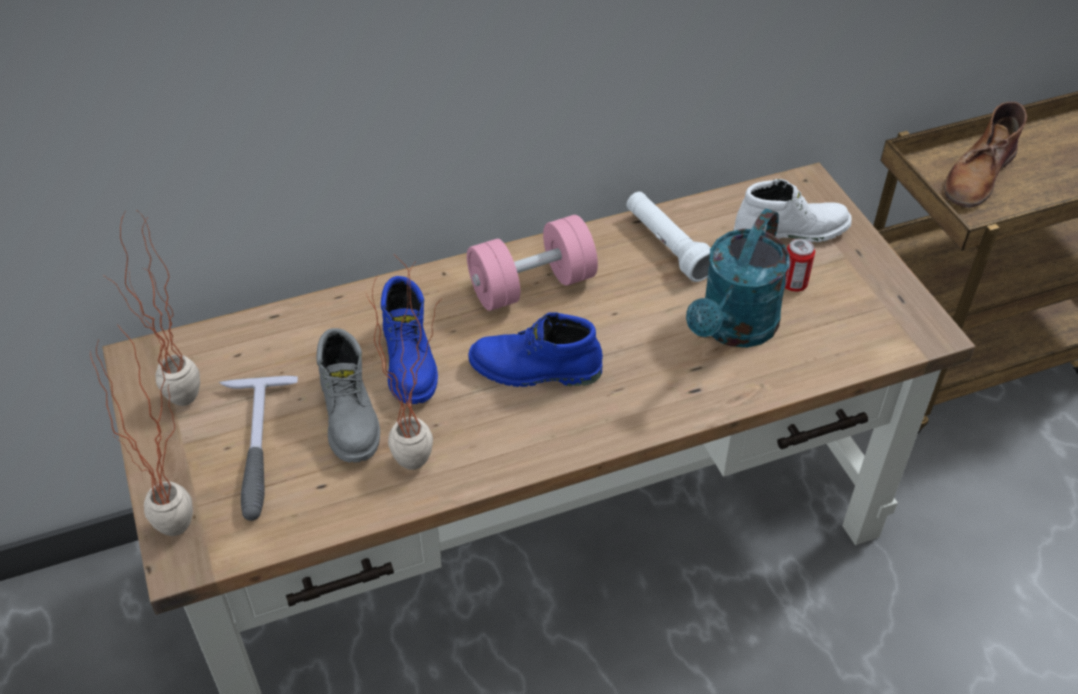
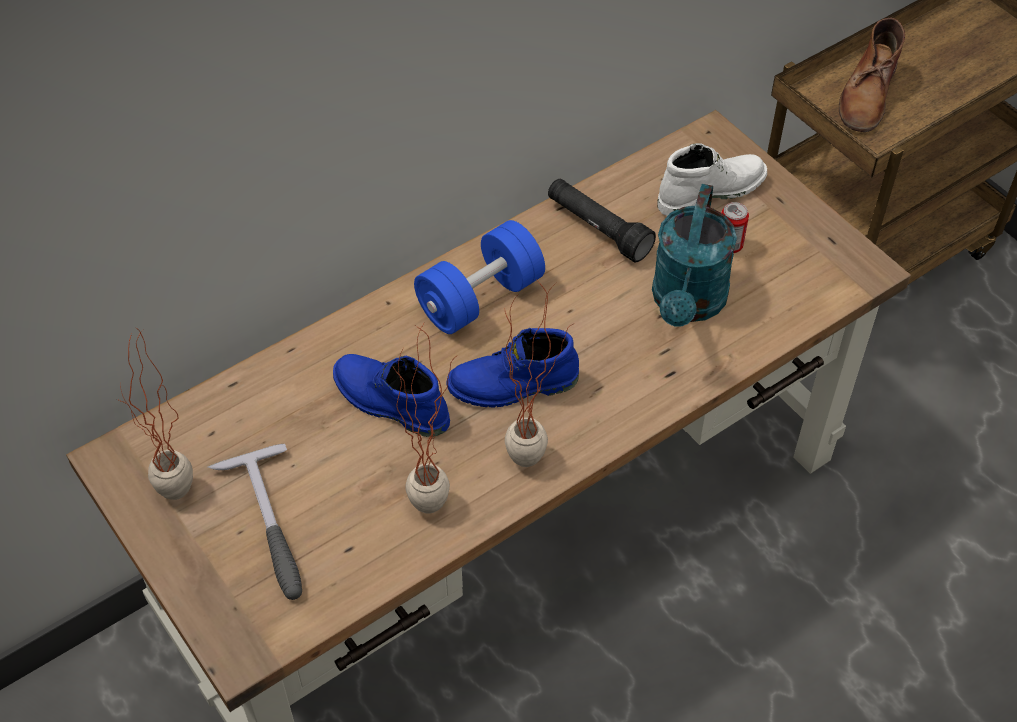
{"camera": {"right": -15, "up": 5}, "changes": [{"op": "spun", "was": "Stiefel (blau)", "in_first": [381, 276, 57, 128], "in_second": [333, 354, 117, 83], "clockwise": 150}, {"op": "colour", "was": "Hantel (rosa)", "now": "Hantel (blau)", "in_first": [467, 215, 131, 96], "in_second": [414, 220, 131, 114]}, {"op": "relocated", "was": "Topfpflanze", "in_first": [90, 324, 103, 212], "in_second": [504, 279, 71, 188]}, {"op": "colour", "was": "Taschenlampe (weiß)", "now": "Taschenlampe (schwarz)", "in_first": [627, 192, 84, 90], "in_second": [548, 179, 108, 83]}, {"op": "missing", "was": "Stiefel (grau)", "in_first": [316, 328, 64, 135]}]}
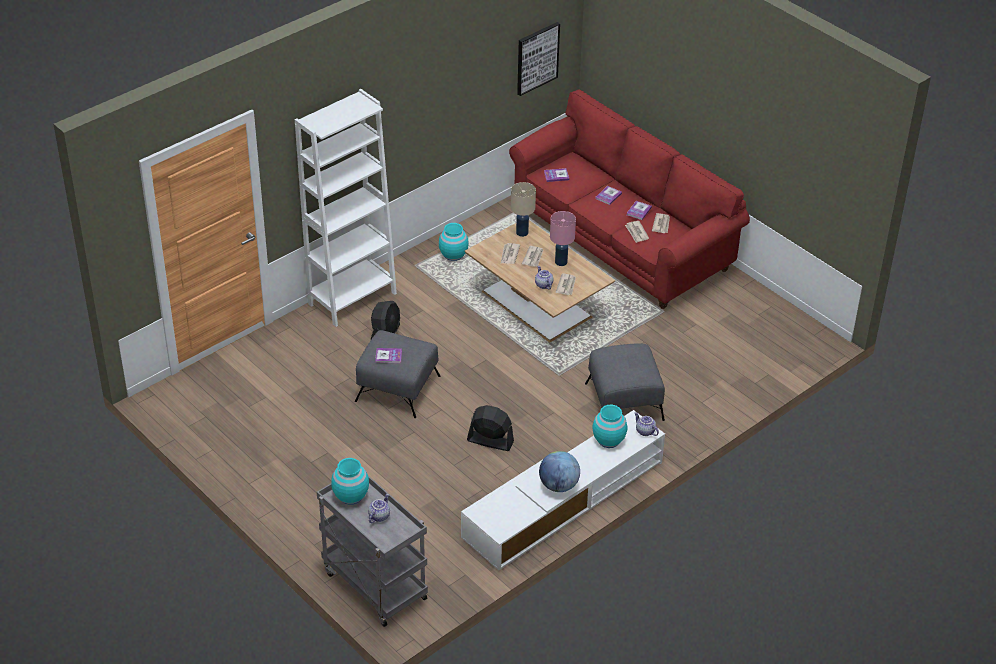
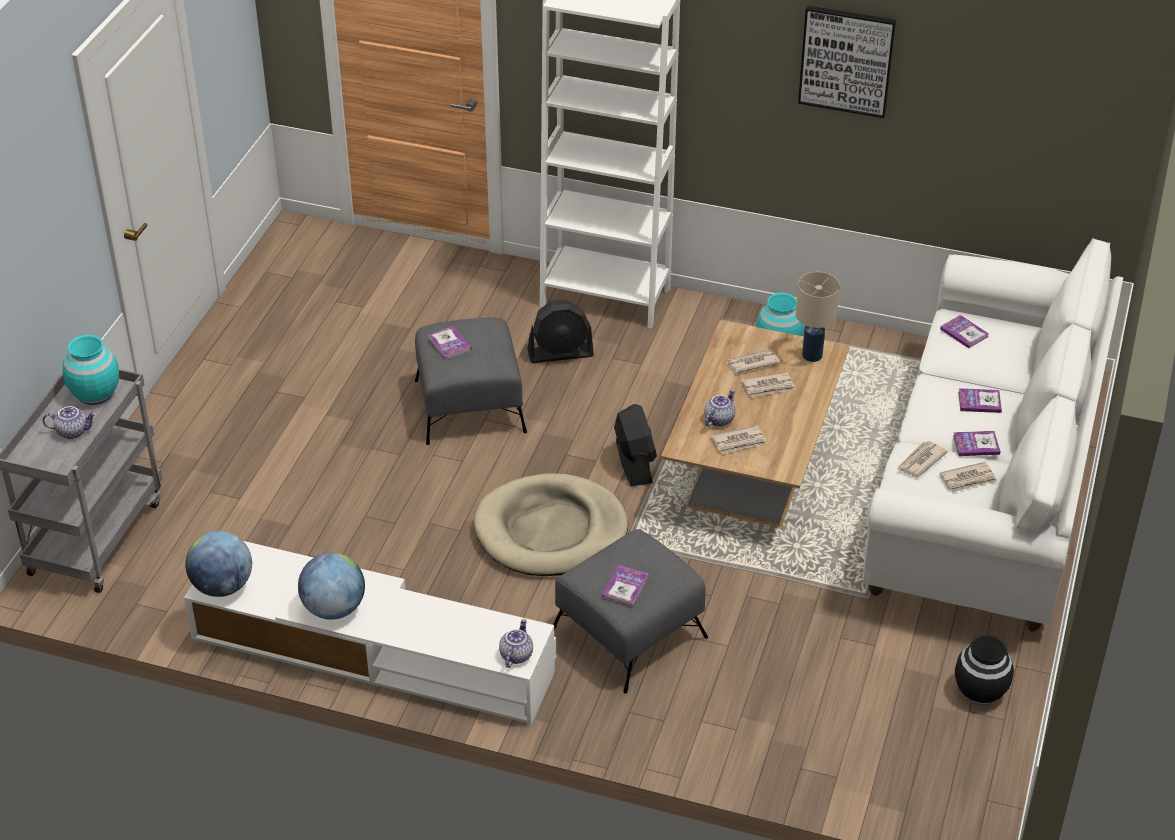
{"camera": {"right": 60, "up": 0}, "changes": [{"op": "appeared", "now": "Globus", "in_second": [185, 531, 67, 66]}, {"op": "appeared", "now": "Hundebett (beige)", "in_second": [474, 473, 154, 103]}, {"op": "appeared", "now": "Buch", "in_second": [602, 565, 46, 41]}, {"op": "relocated", "was": "Ventilator (schwarz)", "in_first": [467, 405, 47, 46], "in_second": [614, 404, 43, 82]}, {"op": "relocated", "was": "Bild", "in_first": [517, 22, 43, 74], "in_second": [798, 6, 98, 112]}, {"op": "colour", "was": "Sofa (rot)", "now": "Sofa (weiß)", "in_first": [509, 90, 241, 219], "in_second": [863, 238, 260, 394]}, {"op": "appeared", "now": "Vase (schwarz)", "in_second": [955, 634, 59, 71]}, {"op": "missing", "was": "Tischlampe (rosa)", "in_first": [550, 211, 26, 55]}, {"op": "missing", "was": "Vase (türkis)", "in_first": [592, 404, 35, 44]}]}
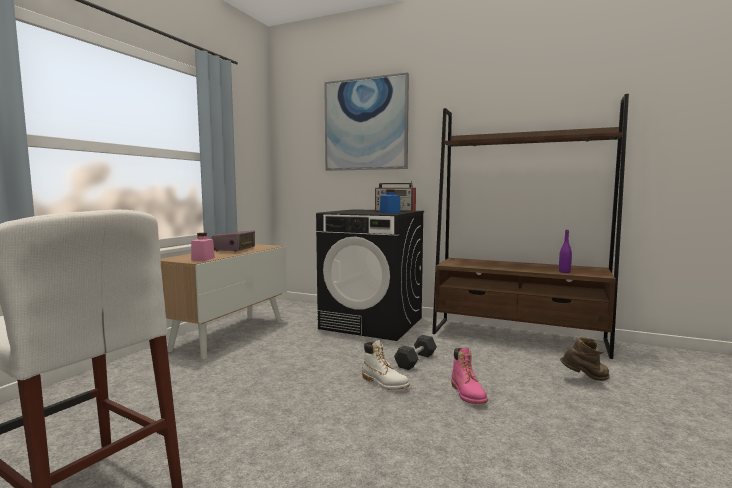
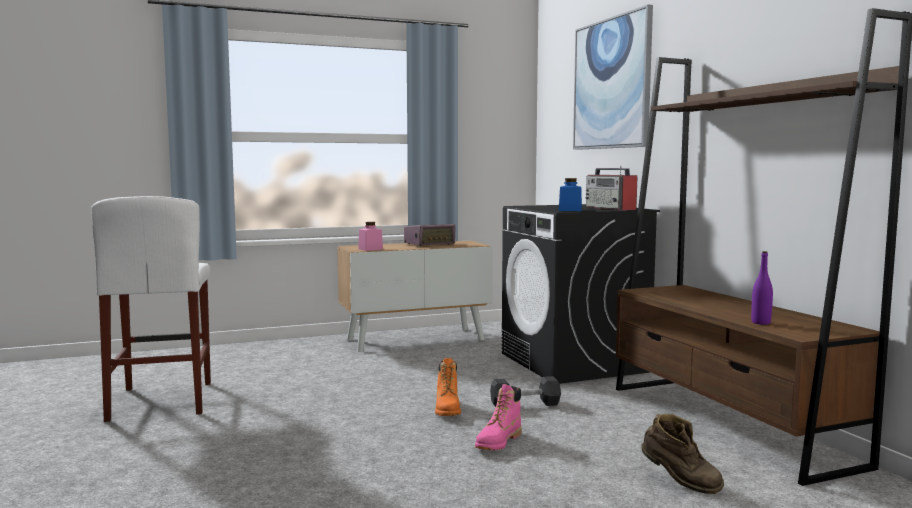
{"camera": {"right": 45, "up": 0}, "changes": [{"op": "colour", "was": "Stiefel (weiß)", "now": "Stiefel (orange)", "in_first": [362, 340, 48, 50], "in_second": [435, 358, 26, 58]}]}
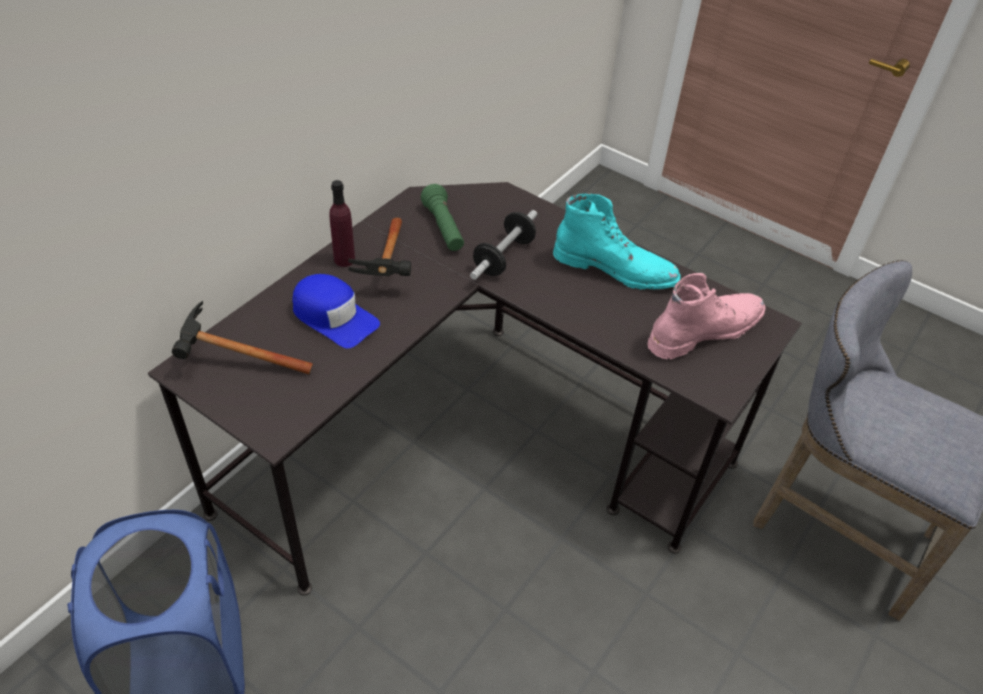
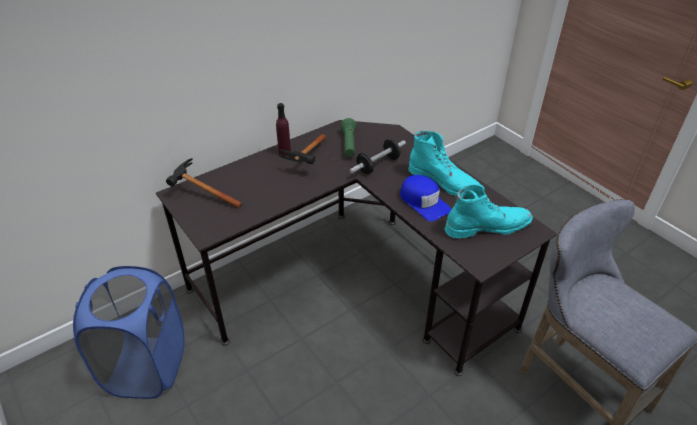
{"camera": {"right": 20, "up": -5}, "changes": [{"op": "relocated", "was": "Kappe (blau)", "in_first": [292, 274, 88, 74], "in_second": [400, 175, 52, 46]}, {"op": "colour", "was": "Stiefel (rosa)", "now": "Stiefel (türkis)", "in_first": [647, 273, 118, 86], "in_second": [444, 184, 89, 54]}]}
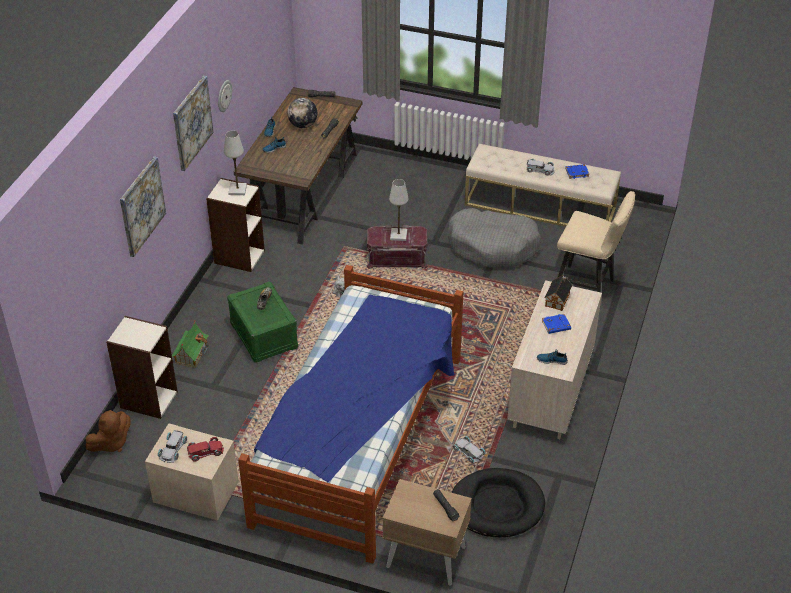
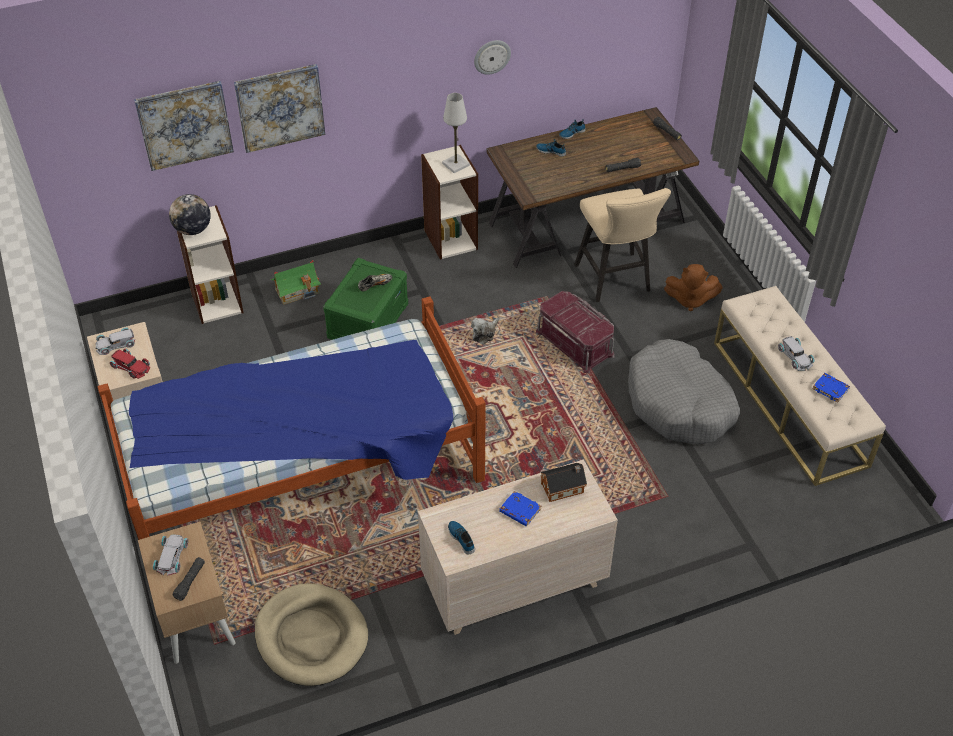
{"camera": {"right": 50, "up": 5}, "changes": [{"op": "relocated", "was": "Bild", "in_first": [173, 76, 40, 95], "in_second": [134, 81, 100, 90]}, {"op": "relocated", "was": "Spielzeugauto (weiß)", "in_first": [453, 436, 33, 27], "in_second": [153, 535, 35, 41]}, {"op": "relocated", "was": "Globus", "in_first": [287, 98, 30, 30], "in_second": [169, 194, 42, 41]}, {"op": "colour", "was": "Hundebett (schwarz)", "now": "Hundebett (beige)", "in_first": [452, 468, 93, 69], "in_second": [255, 583, 113, 103]}, {"op": "relocated", "was": "Hocker (beige)", "in_first": [557, 191, 78, 101], "in_second": [574, 188, 97, 114]}, {"op": "relocated", "was": "Plüschtier (braun)", "in_first": [85, 410, 46, 42], "in_second": [664, 264, 59, 47]}, {"op": "missing", "was": "Tischlampe (weiß)", "in_first": [389, 179, 19, 62]}]}
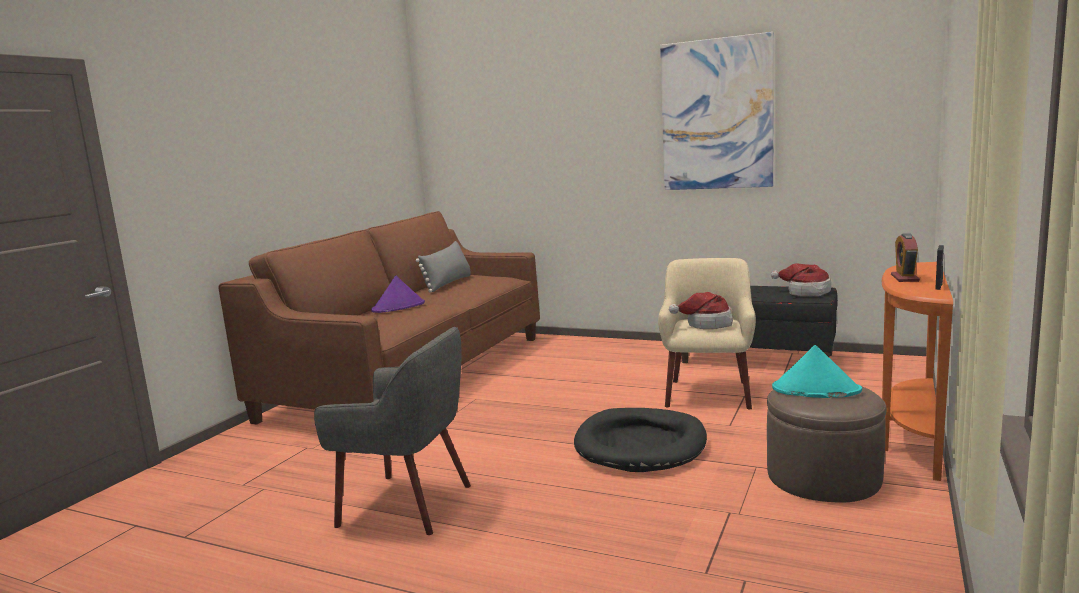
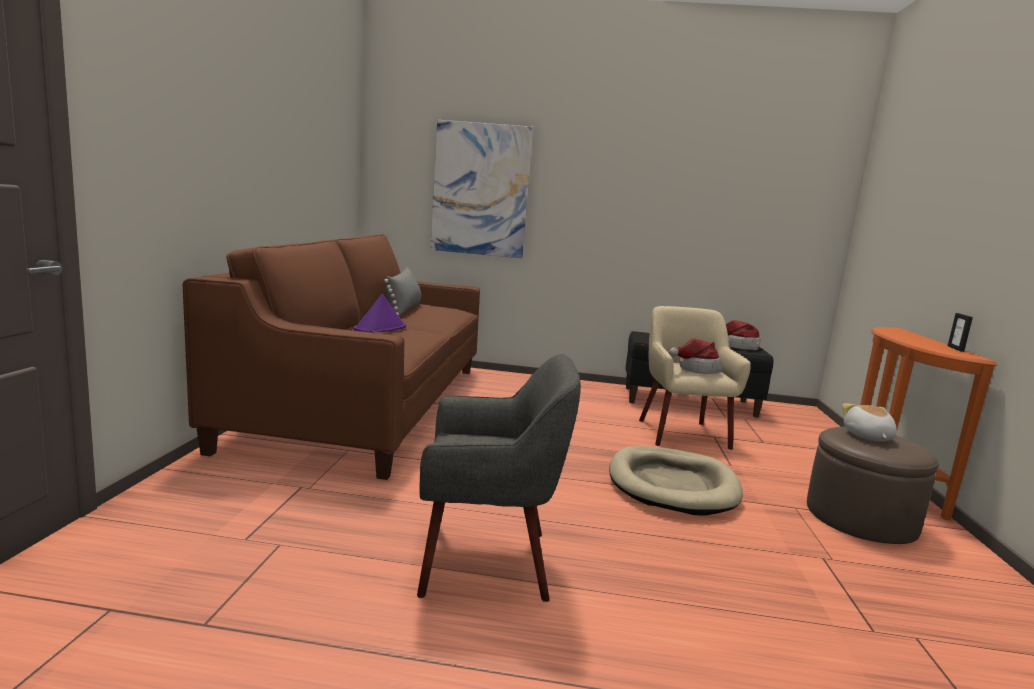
{"camera": {"right": -20, "up": 0}, "changes": [{"op": "relocated", "was": "Bild", "in_first": [660, 32, 114, 158], "in_second": [430, 120, 104, 138]}, {"op": "colour", "was": "Hundebett (schwarz)", "now": "Hundebett (beige)", "in_first": [574, 408, 133, 64], "in_second": [609, 446, 134, 69]}, {"op": "exchanged", "was": "Hut (türkis)", "now": "Plüschtier", "in_first": [772, 345, 90, 53], "in_second": [842, 403, 55, 39]}, {"op": "missing", "was": "Wecker", "in_first": [891, 233, 29, 49]}]}
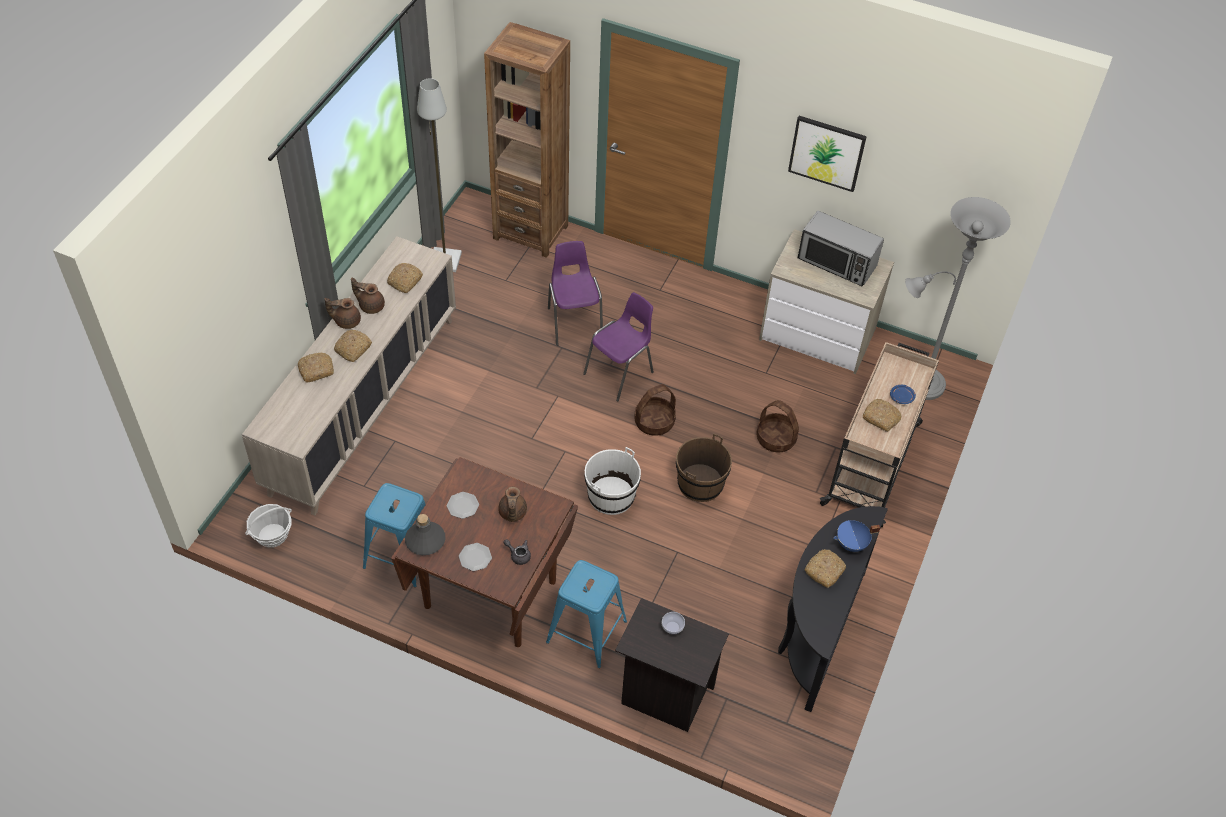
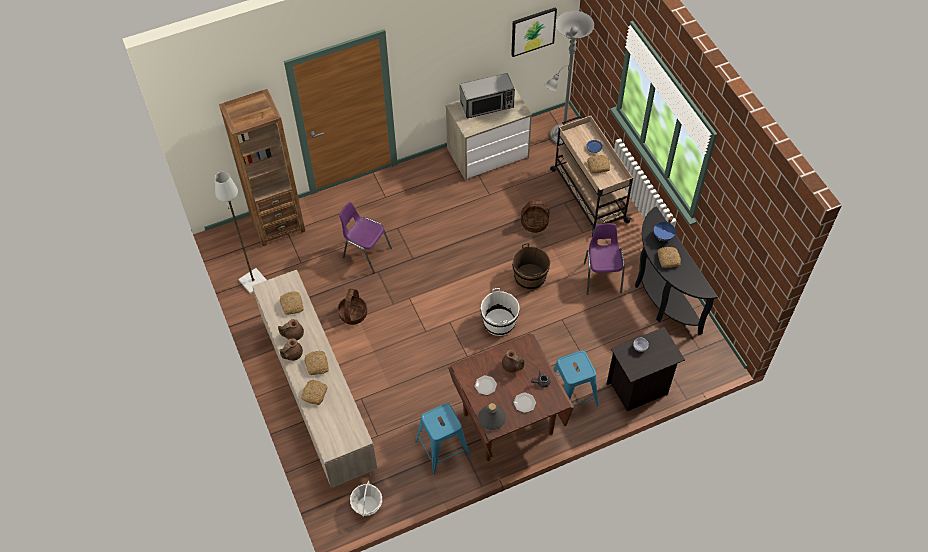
{"camera": {"right": -45, "up": 5}, "changes": [{"op": "relocated", "was": "Korb", "in_first": [634, 384, 42, 52], "in_second": [338, 289, 29, 36]}, {"op": "relocated", "was": "Bild", "in_first": [788, 116, 79, 76], "in_second": [511, 7, 46, 50]}, {"op": "relocated", "was": "Stuhl (lila)", "in_first": [583, 292, 71, 110], "in_second": [584, 223, 41, 72]}]}
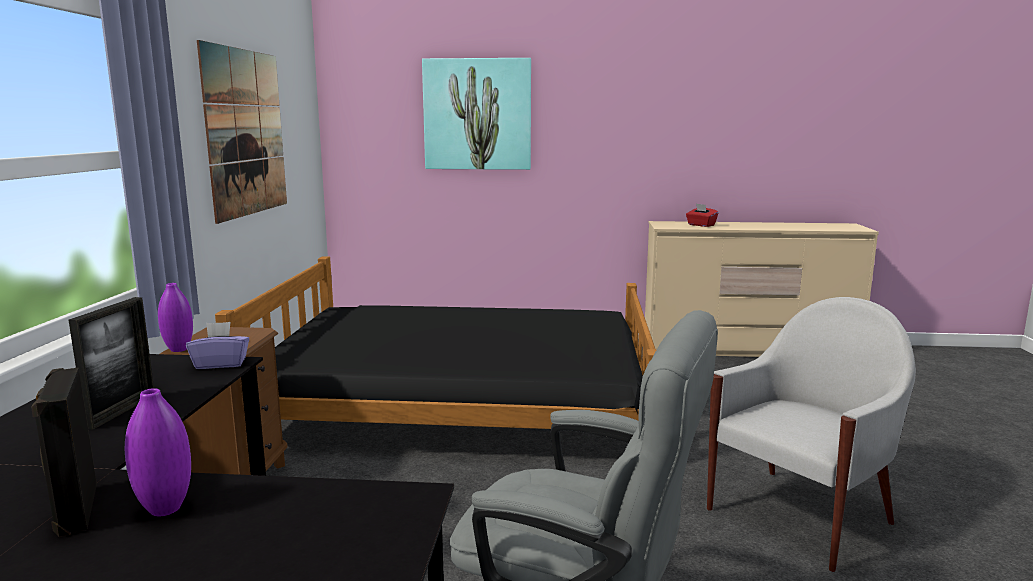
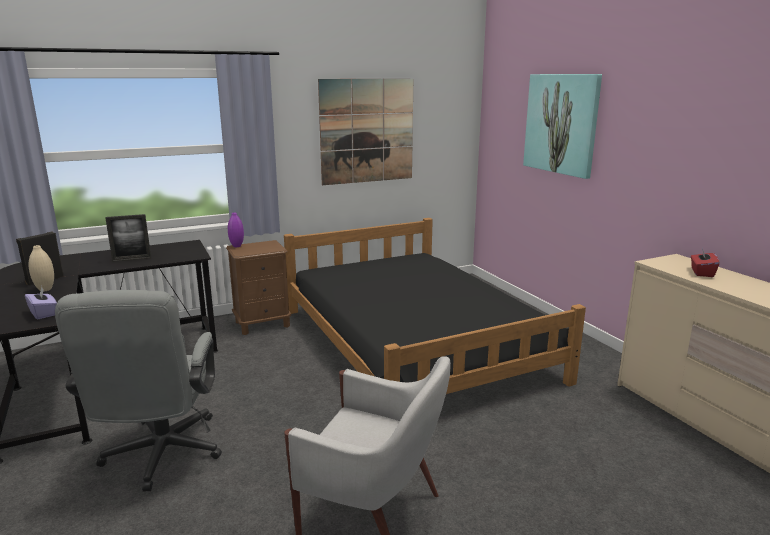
{"camera": {"right": 60, "up": 5}, "changes": [{"op": "relocated", "was": "Taschentuchbox (lila)", "in_first": [186, 322, 63, 47], "in_second": [25, 286, 32, 33]}, {"op": "colour", "was": "Vase (lila)", "now": "Vase (beige)", "in_first": [124, 388, 67, 128], "in_second": [28, 245, 26, 47]}]}
